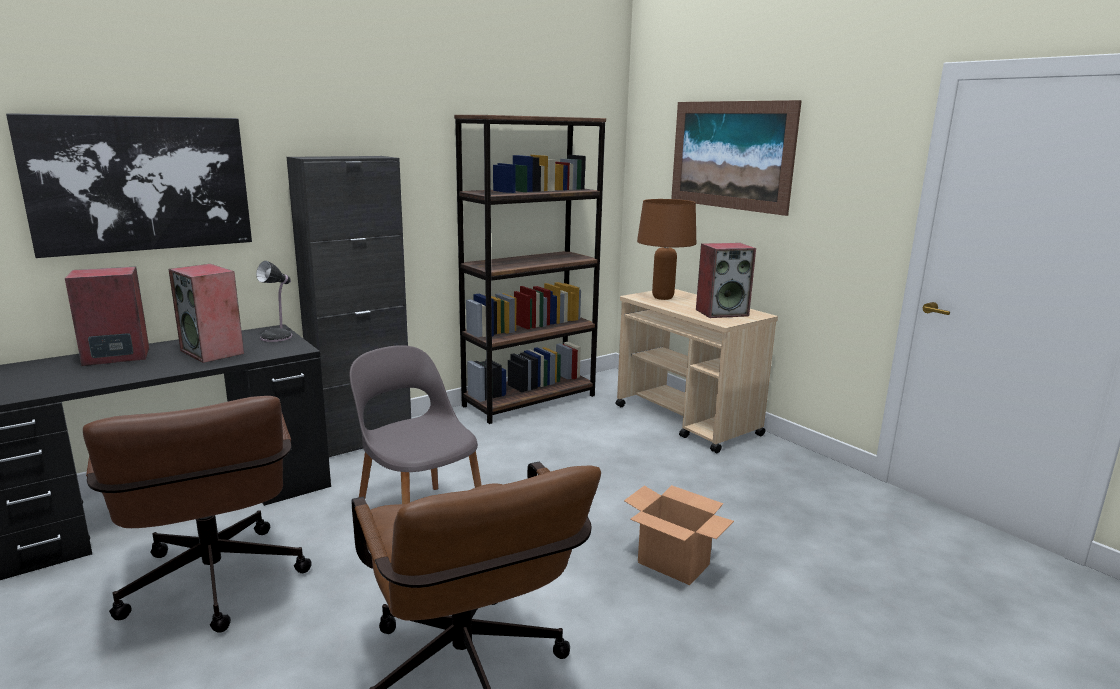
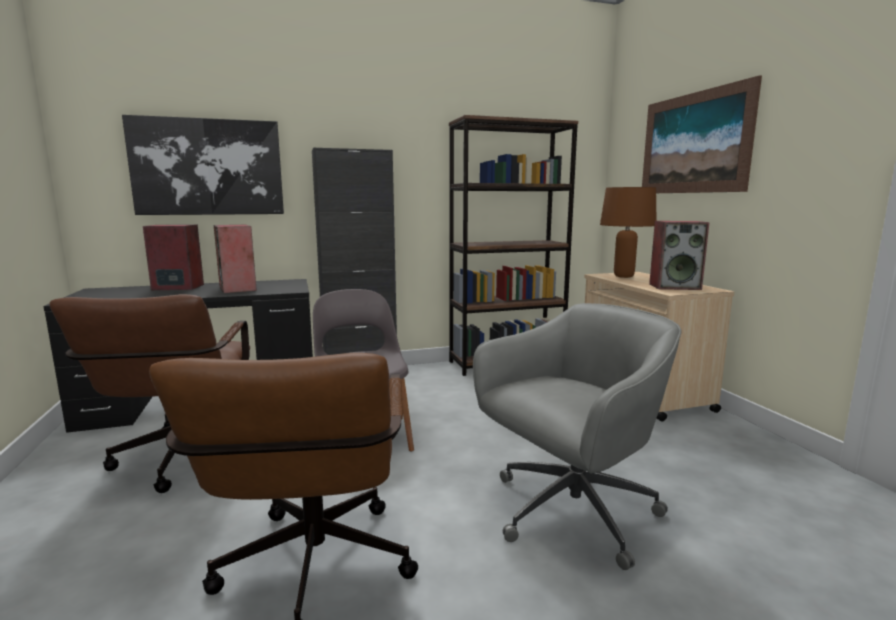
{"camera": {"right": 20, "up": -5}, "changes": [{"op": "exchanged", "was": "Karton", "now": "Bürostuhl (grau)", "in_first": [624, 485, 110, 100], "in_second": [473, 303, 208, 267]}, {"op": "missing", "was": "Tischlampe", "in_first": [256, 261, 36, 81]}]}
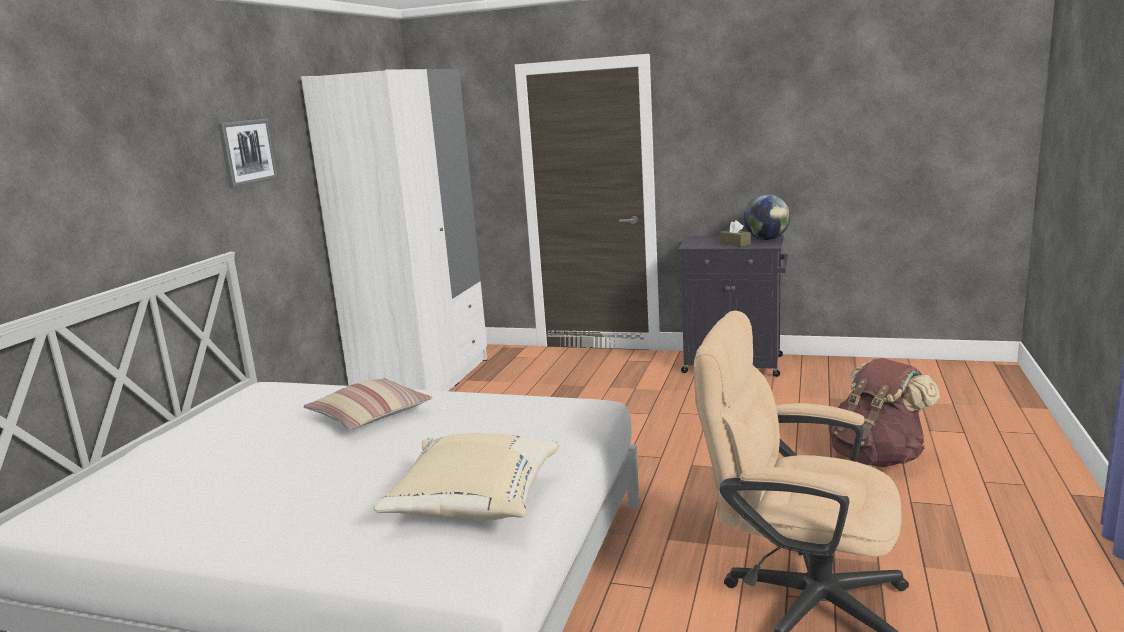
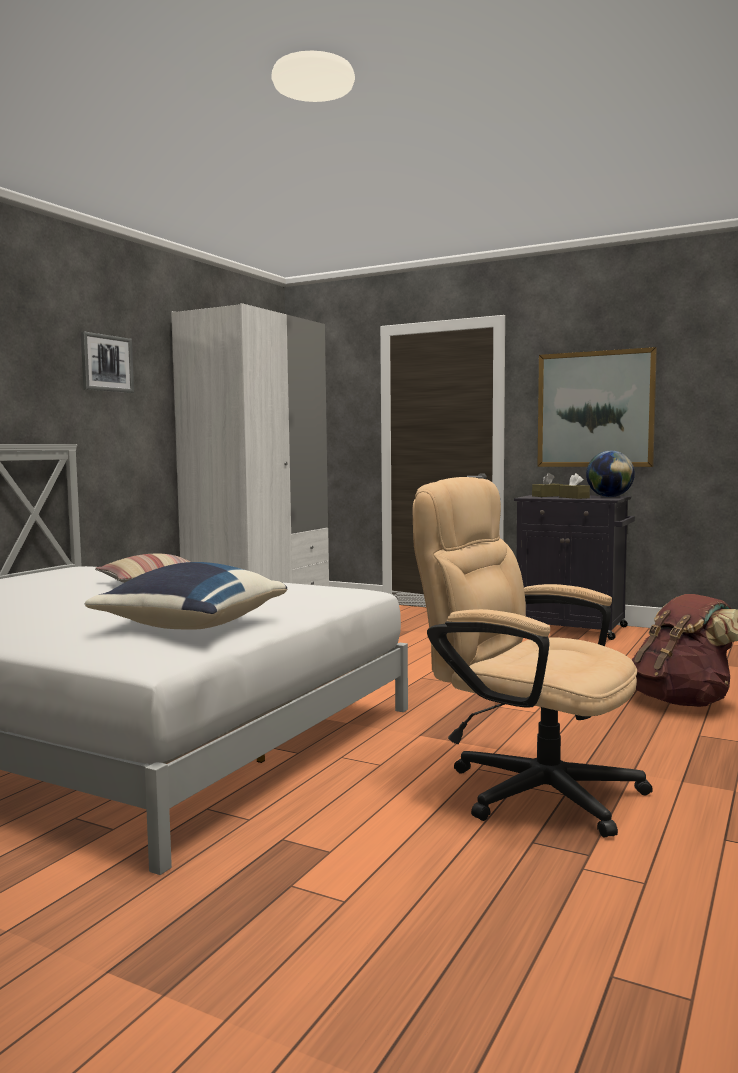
{"camera": {"right": 10, "up": -10}, "changes": [{"op": "colour", "was": "Kissen (beige)", "now": "Kissen (blau)", "in_first": [373, 433, 186, 87], "in_second": [84, 562, 203, 68]}, {"op": "appeared", "now": "Taschentuchbox (braun)", "in_second": [532, 473, 31, 24]}, {"op": "appeared", "now": "Bild", "in_second": [538, 347, 119, 120]}]}
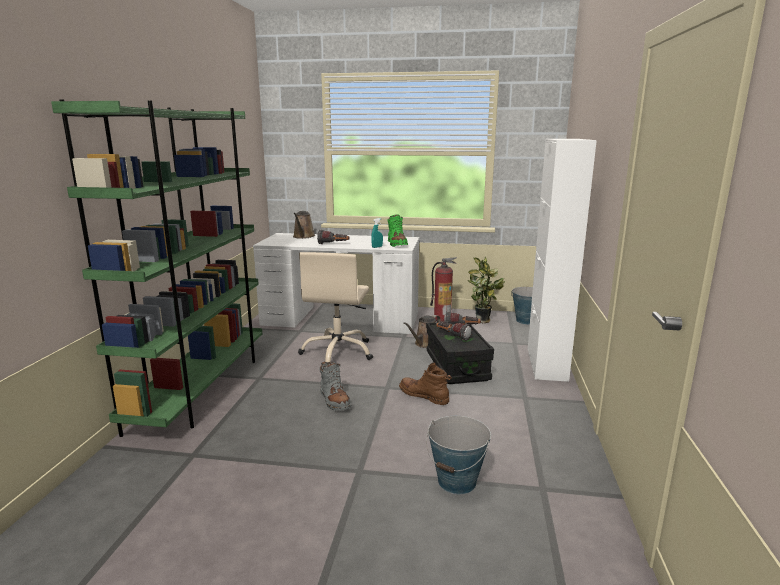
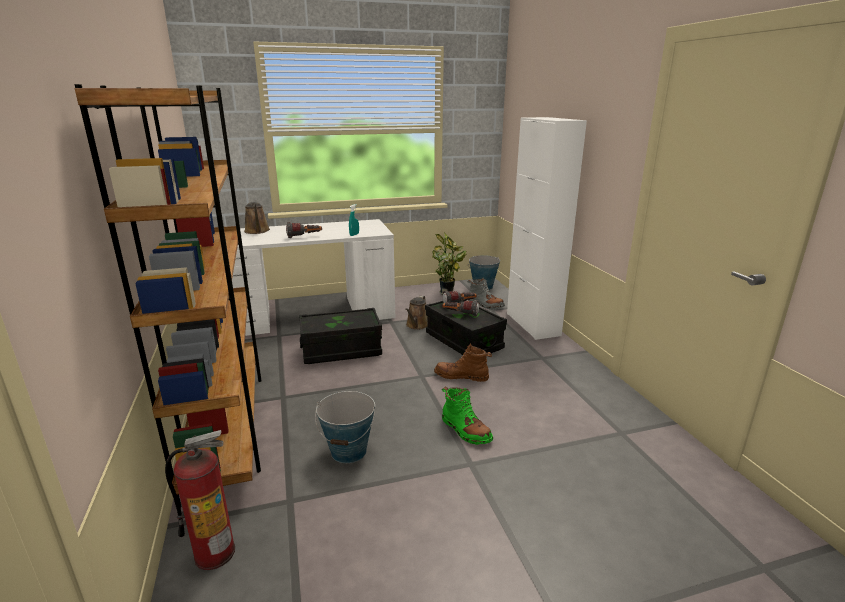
{"camera": {"right": -25, "up": 5}, "changes": [{"op": "colour", "was": "Bücherregal (grün)", "now": "Bücherregal (braun)", "in_first": [51, 99, 211, 338], "in_second": [75, 84, 187, 424]}, {"op": "relocated", "was": "Feuerlöscher", "in_first": [430, 257, 27, 65], "in_second": [165, 430, 70, 140]}, {"op": "exchanged", "was": "Bürostuhl (beige)", "now": "Aufbewahrungsbox (schwarz)", "in_first": [298, 252, 75, 111], "in_second": [299, 308, 83, 56]}, {"op": "relocated", "was": "Eimer", "in_first": [426, 416, 65, 78], "in_second": [315, 391, 60, 72]}, {"op": "relocated", "was": "Stiefel (grün)", "in_first": [387, 214, 21, 33], "in_second": [442, 387, 51, 58]}, {"op": "relocated", "was": "Stiefel (grau)", "in_first": [319, 361, 33, 50], "in_second": [468, 278, 37, 32]}]}
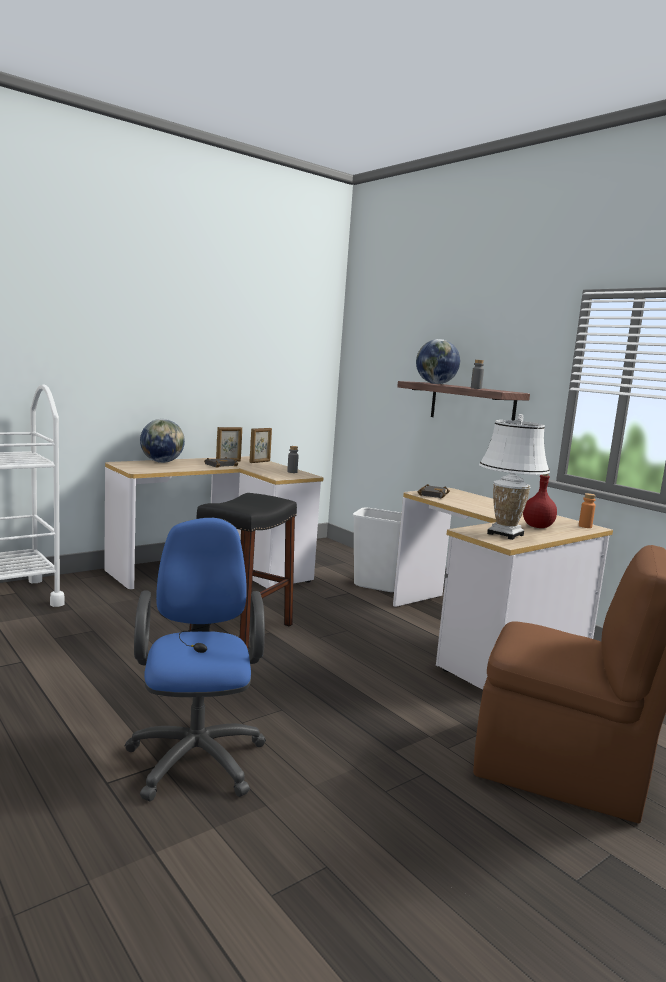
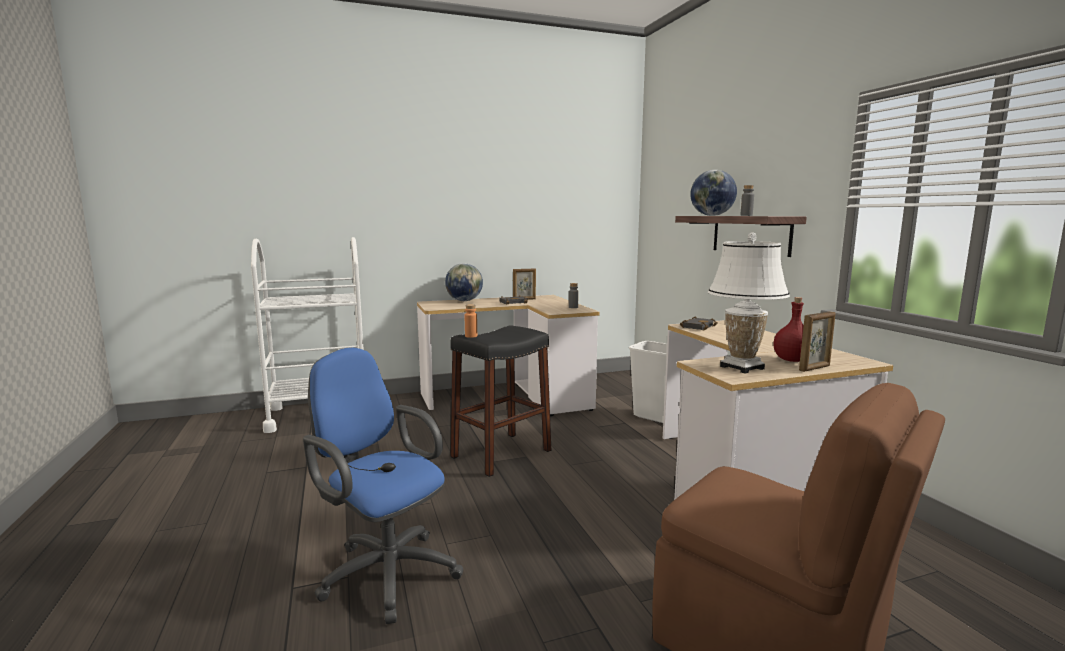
{"camera": {"right": 20, "up": 0}, "changes": [{"op": "spun", "was": "Bürostuhl (blau)", "in_first": [124, 518, 142, 283], "in_second": [303, 348, 160, 276], "clockwise": -60}, {"op": "relocated", "was": "Flasche (orange)", "in_first": [579, 493, 17, 35], "in_second": [465, 304, 12, 34]}, {"op": "relocated", "was": "Bilderrahmen", "in_first": [249, 428, 23, 35], "in_second": [799, 312, 36, 60]}]}
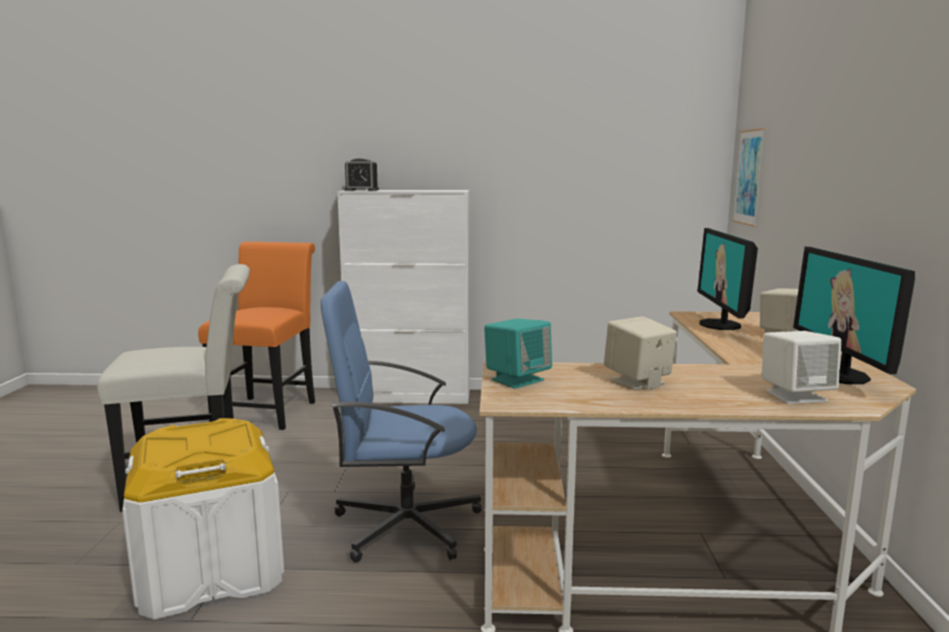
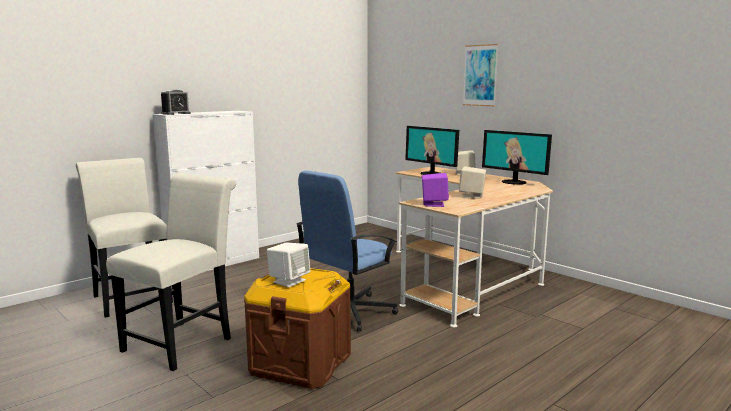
{"camera": {"right": -45, "up": 0}, "changes": [{"op": "colour", "was": "Stuhl (orange)", "now": "Stuhl (weiß)", "in_first": [198, 242, 117, 188], "in_second": [76, 158, 97, 160]}, {"op": "colour", "was": "Aufbewahrungsbox (weiß)", "now": "Aufbewahrungsbox (braun)", "in_first": [122, 418, 162, 202], "in_second": [244, 268, 107, 121]}, {"op": "relocated", "was": "Lautsprecher (weiß)", "in_first": [762, 331, 80, 73], "in_second": [267, 242, 43, 45]}, {"op": "colour", "was": "Lautsprecher (türkis)", "now": "Lautsprecher (lila)", "in_first": [484, 318, 68, 71], "in_second": [422, 173, 27, 34]}, {"op": "relocated", "was": "Bild", "in_first": [732, 128, 33, 99], "in_second": [463, 44, 36, 62]}]}
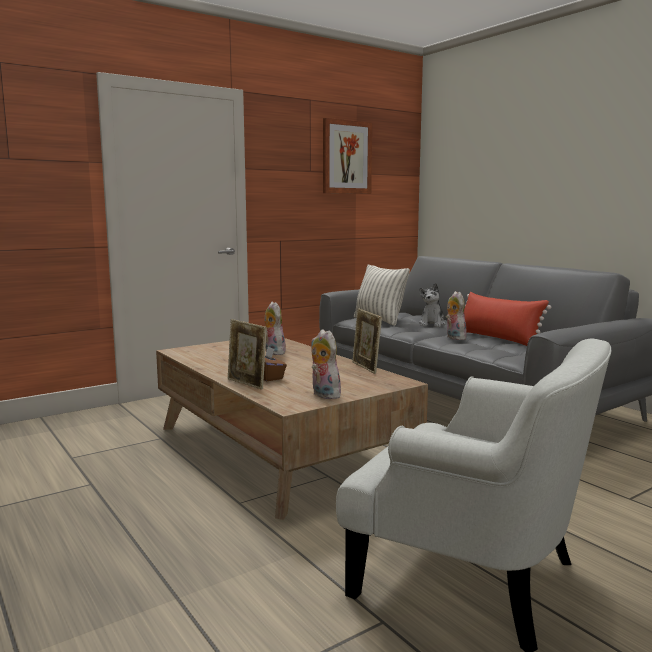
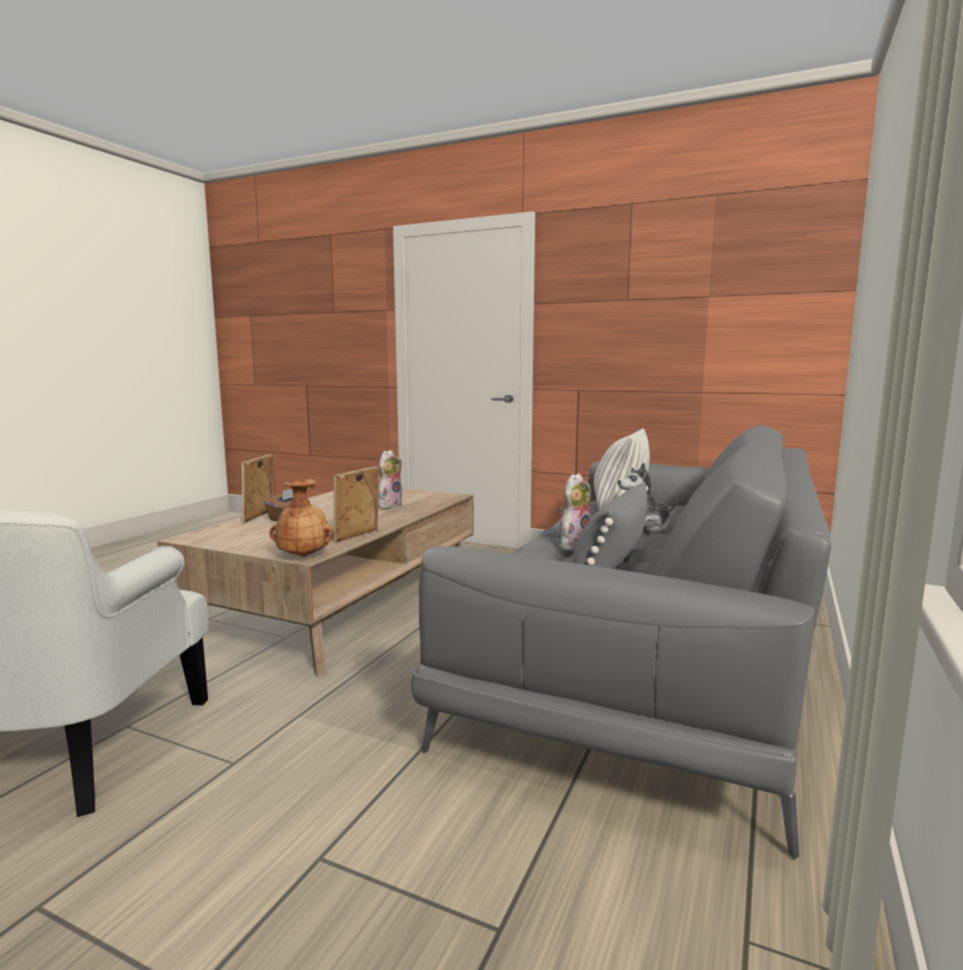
{"camera": {"right": 60, "up": 0}, "changes": [{"op": "appeared", "now": "Vase (braun)", "in_second": [269, 479, 66, 78]}, {"op": "colour", "was": "Kissen (rot)", "now": "Kissen (grau)", "in_first": [464, 292, 87, 54], "in_second": [573, 482, 75, 87]}, {"op": "missing", "was": "Plüschtier", "in_first": [311, 329, 30, 70]}, {"op": "missing", "was": "Bild", "in_first": [323, 118, 49, 76]}]}
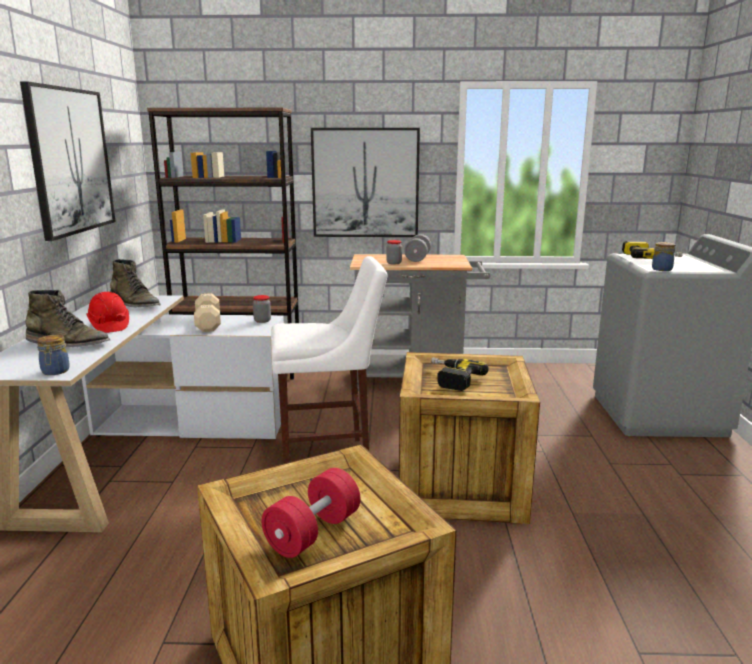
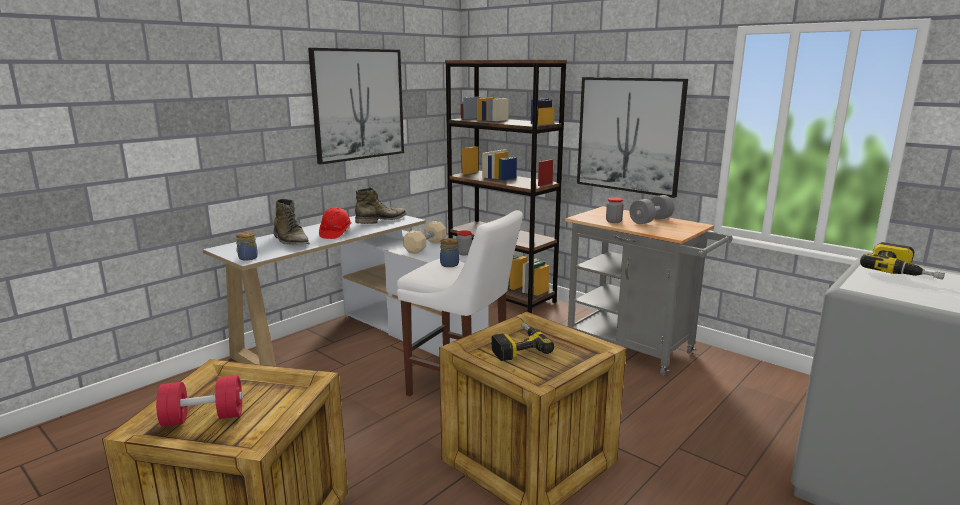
{"camera": {"right": 40, "up": 0}, "changes": [{"op": "spun", "was": "Stiefel (grün)", "in_first": [110, 259, 51, 49], "in_second": [355, 187, 52, 37], "clockwise": -120}, {"op": "relocated", "was": "Vorratsglas", "in_first": [652, 242, 23, 29], "in_second": [440, 238, 19, 29]}]}
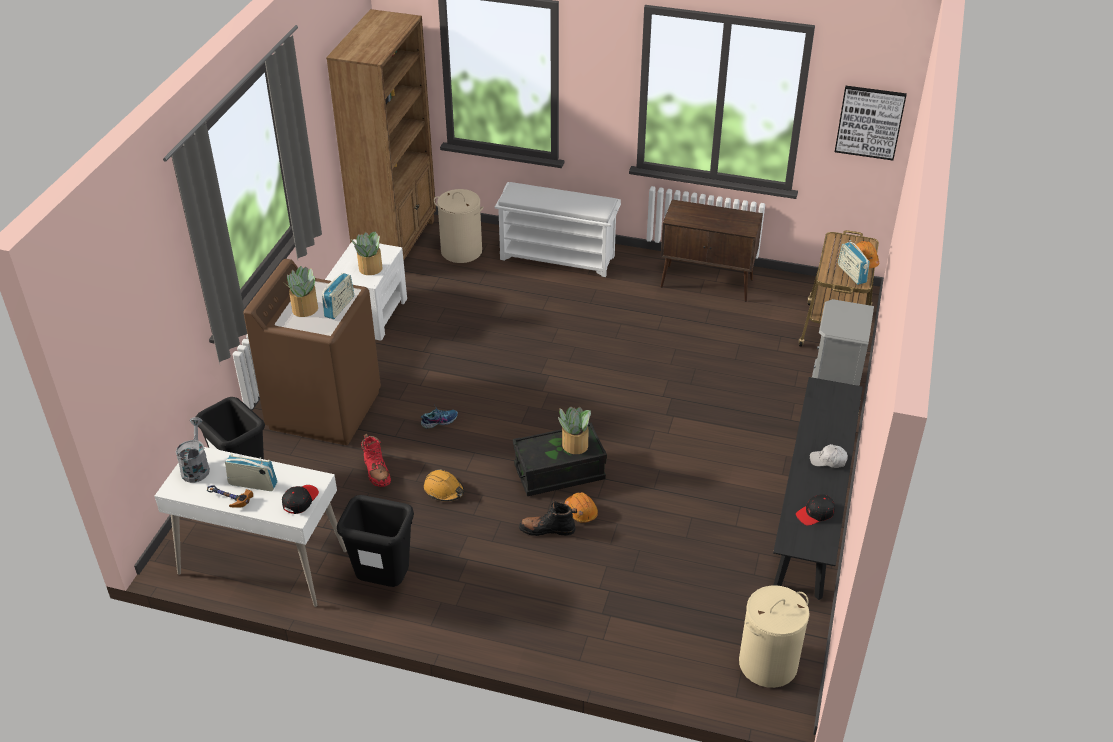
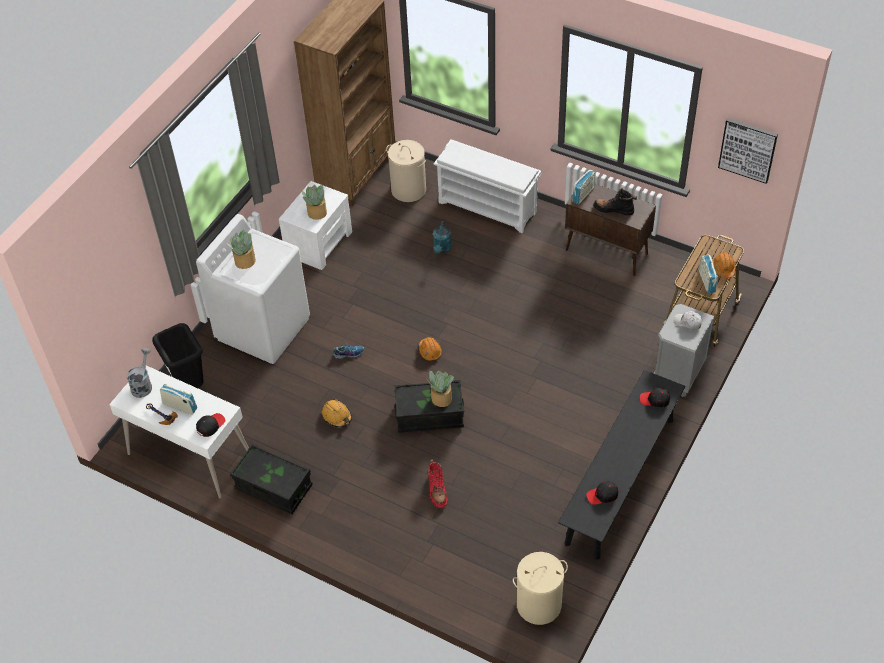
{"camera": {"right": 15, "up": 10}, "changes": [{"op": "colour", "was": "Waschmaschine (braun)", "now": "Waschmaschine (weiß)", "in_first": [244, 259, 137, 186], "in_second": [196, 214, 114, 150]}, {"op": "exchanged", "was": "Mülleimer (schwarz)", "now": "Aufbewahrungsbox (schwarz)", "in_first": [337, 495, 77, 92], "in_second": [230, 444, 83, 70]}, {"op": "relocated", "was": "Schutzhelm (orange)", "in_first": [565, 492, 33, 31], "in_second": [419, 337, 23, 24]}, {"op": "relocated", "was": "Stiefel (rot)", "in_first": [361, 434, 30, 53], "in_second": [427, 459, 20, 49]}, {"op": "appeared", "now": "Gießkanne (türkis)", "in_second": [433, 221, 19, 32]}, {"op": "relocated", "was": "Radio", "in_first": [322, 273, 32, 46], "in_second": [572, 170, 23, 34]}, {"op": "relocated", "was": "Stiefel (schwarz)", "in_first": [519, 500, 58, 36], "in_second": [593, 188, 44, 27]}, {"op": "appeared", "now": "Kappe (schwarz)", "in_second": [639, 388, 31, 20]}, {"op": "relocated", "was": "Kappe (weiß)", "in_first": [810, 444, 38, 24], "in_second": [674, 311, 29, 19]}]}
